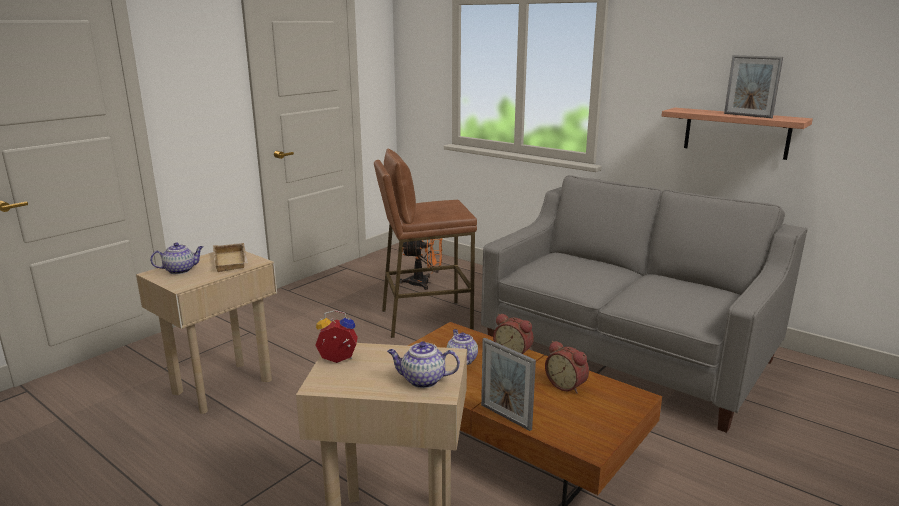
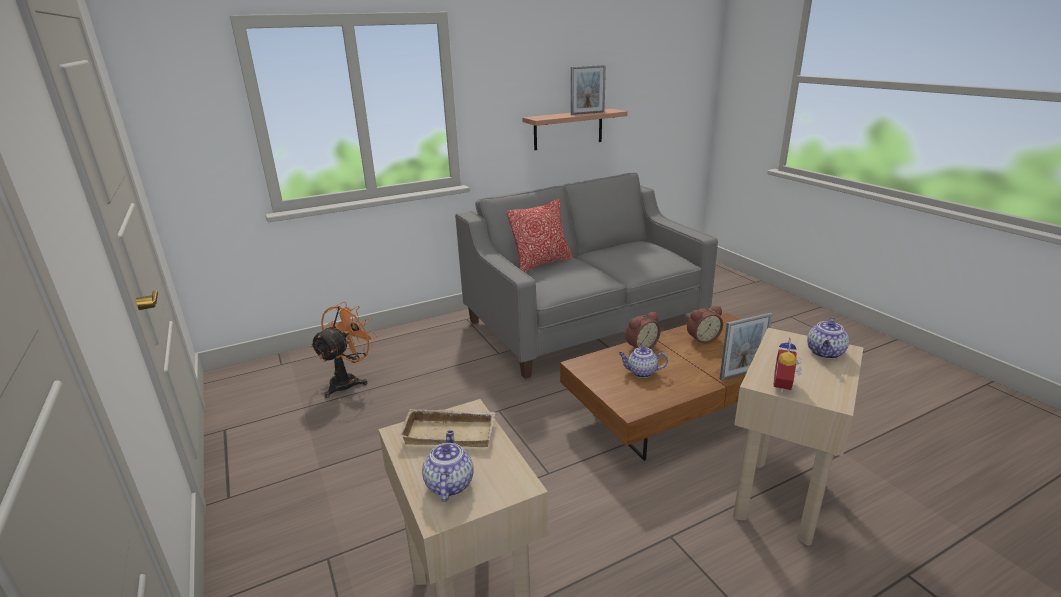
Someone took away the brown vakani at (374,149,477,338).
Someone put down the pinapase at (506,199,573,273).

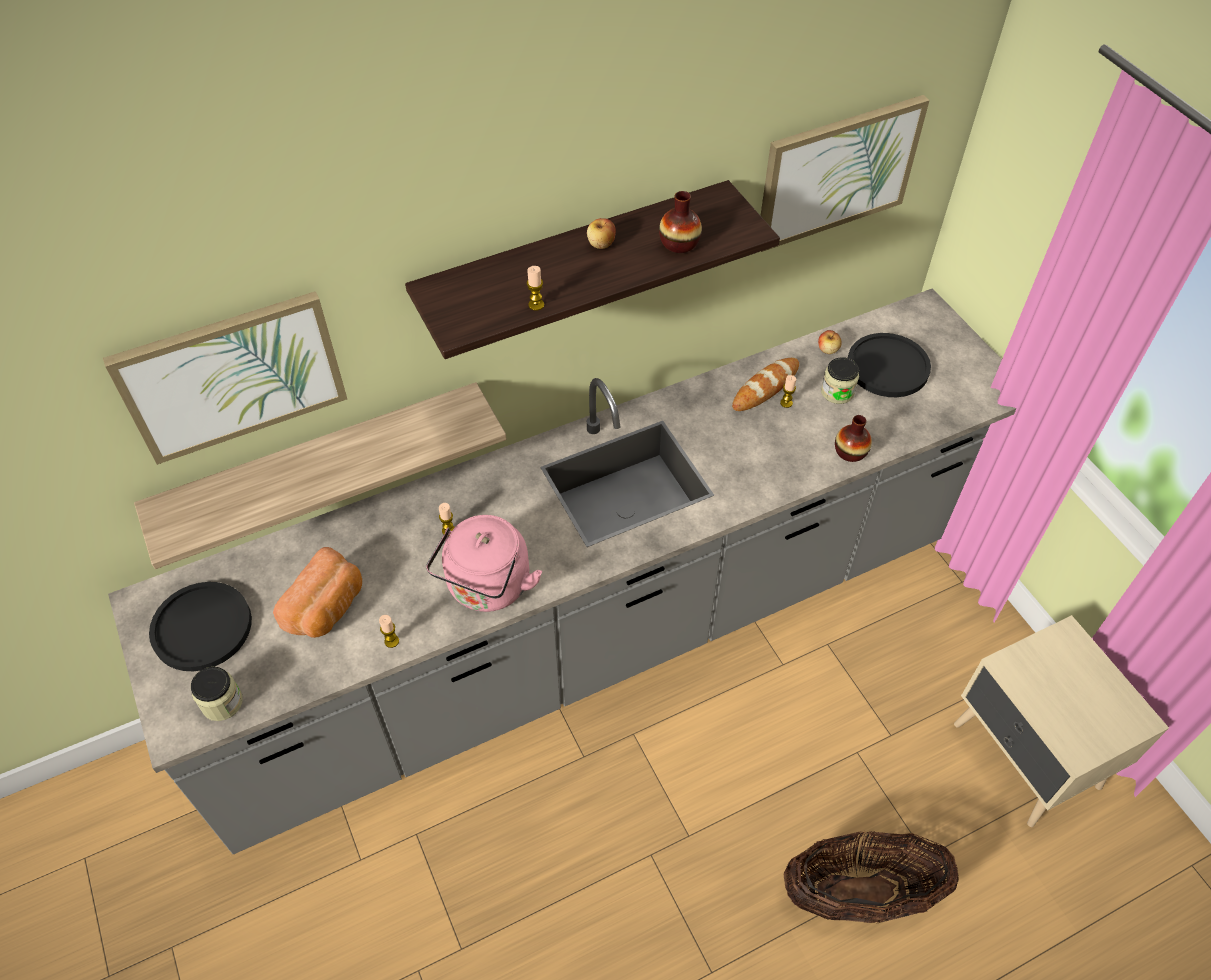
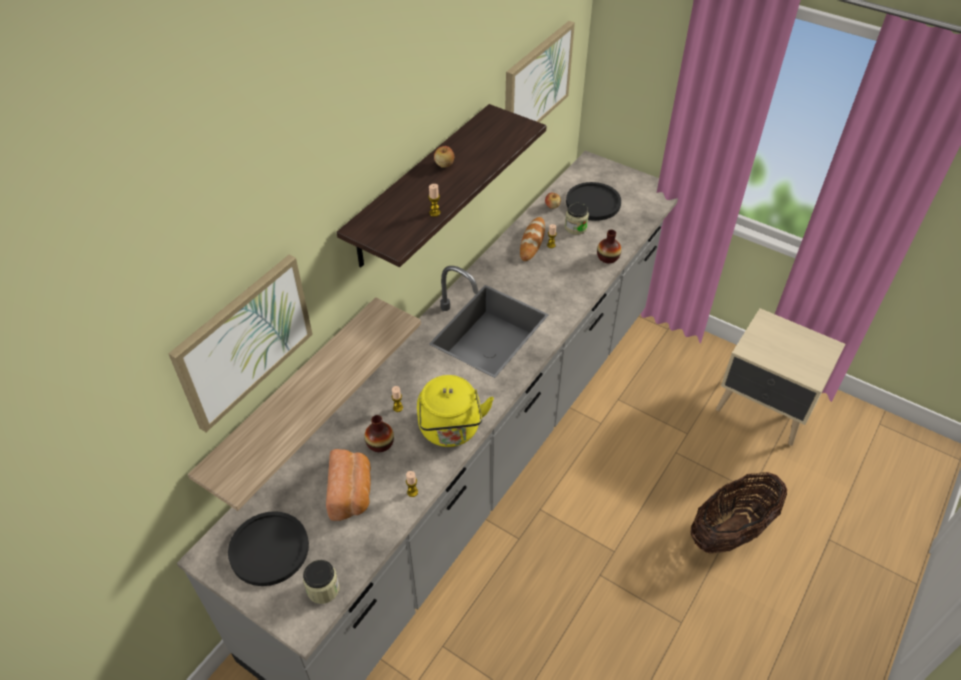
Someone carried the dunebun from (659,191,702,253) to (364,415,394,452).
Someone repainted the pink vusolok at (426,515,542,612), which became the yellow vusolok at (417,375,494,447).

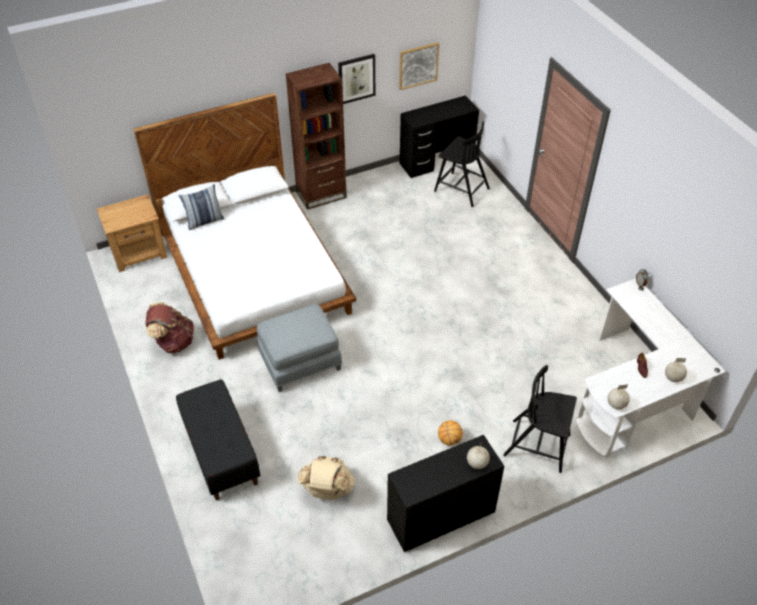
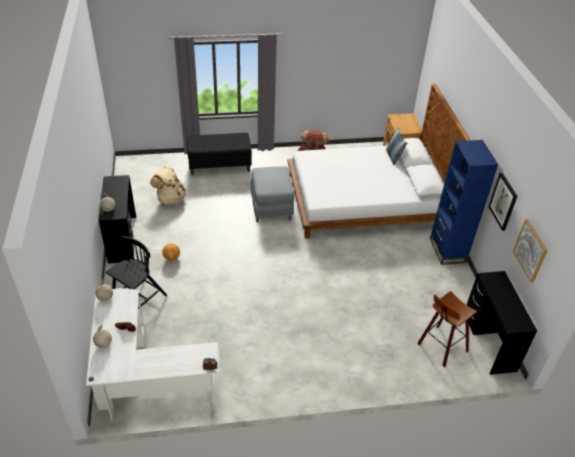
Someone repainted the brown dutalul at (286,63,347,210), which became the blue dutalul at (430,140,499,265).
Someone swapped the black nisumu at (434,121,490,207) for the vakani at (417,291,477,367).

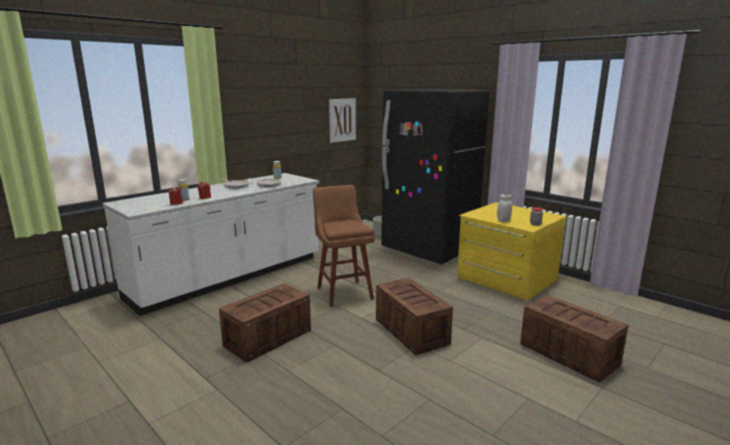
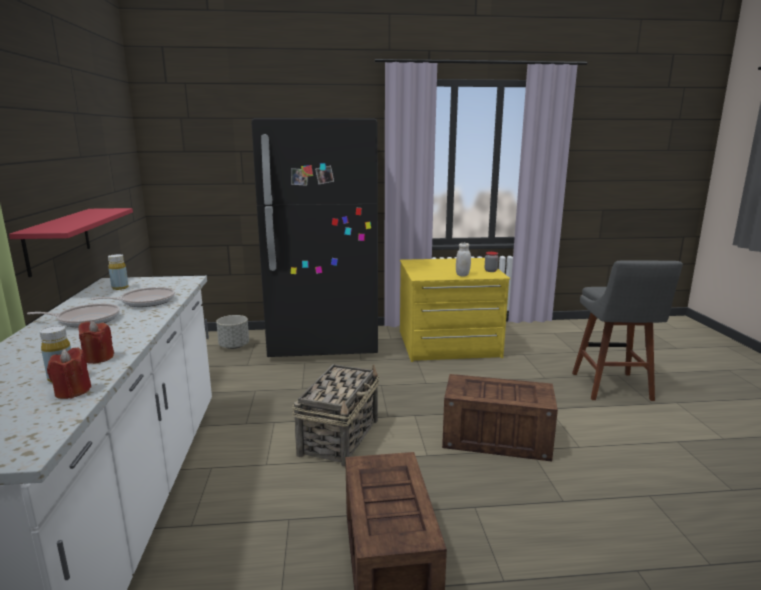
Someone took away the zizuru at (329,98,356,143).
Someone swapped the brown vakani at (313,185,375,307) for the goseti at (292,364,379,467).
Someone swapped the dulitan at (520,295,629,383) for the grey vakani at (572,260,683,401).
Someone put up the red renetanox at (9,208,133,277).

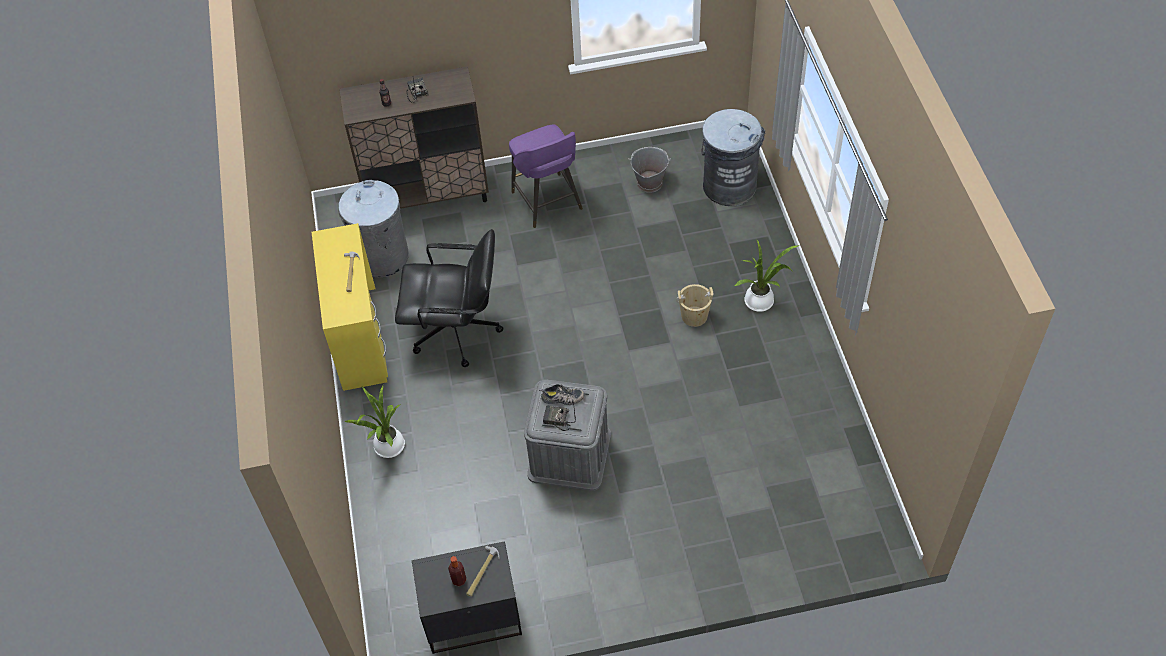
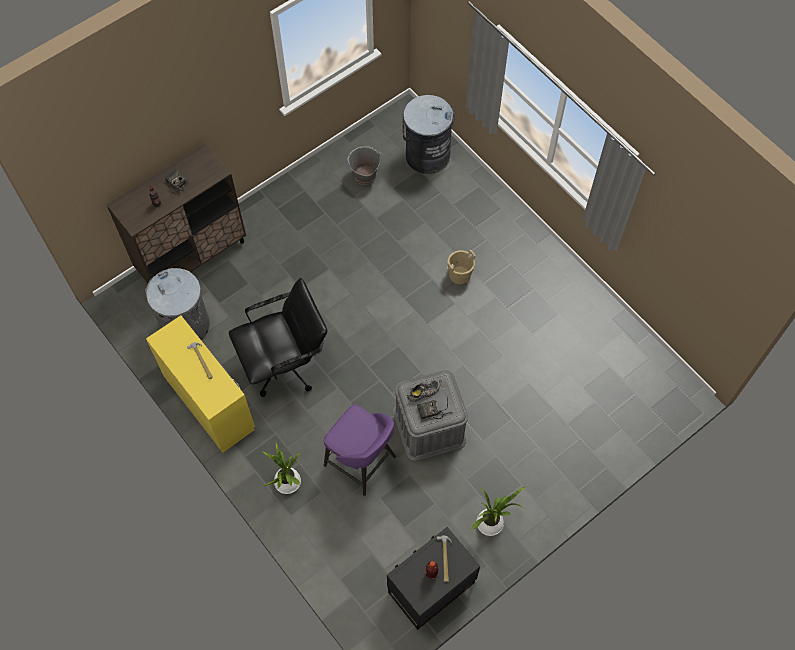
Someone carried the purple vakani from (509,124,583,228) to (324,404,396,496).
Someone carried the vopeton from (734,239,800,312) to (472,486,527,536).

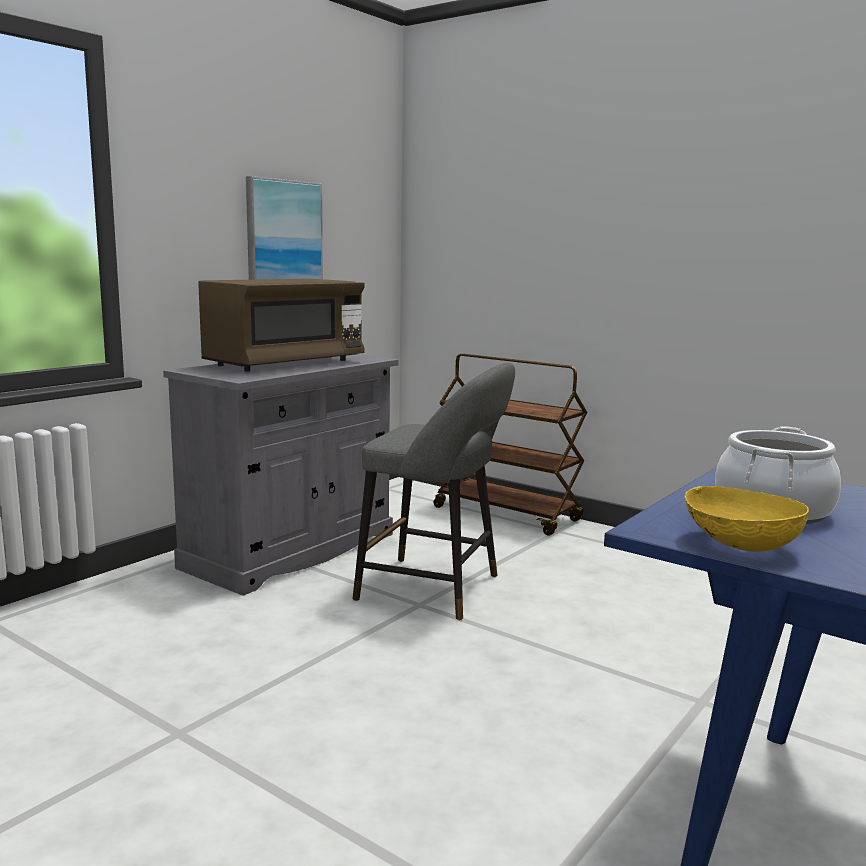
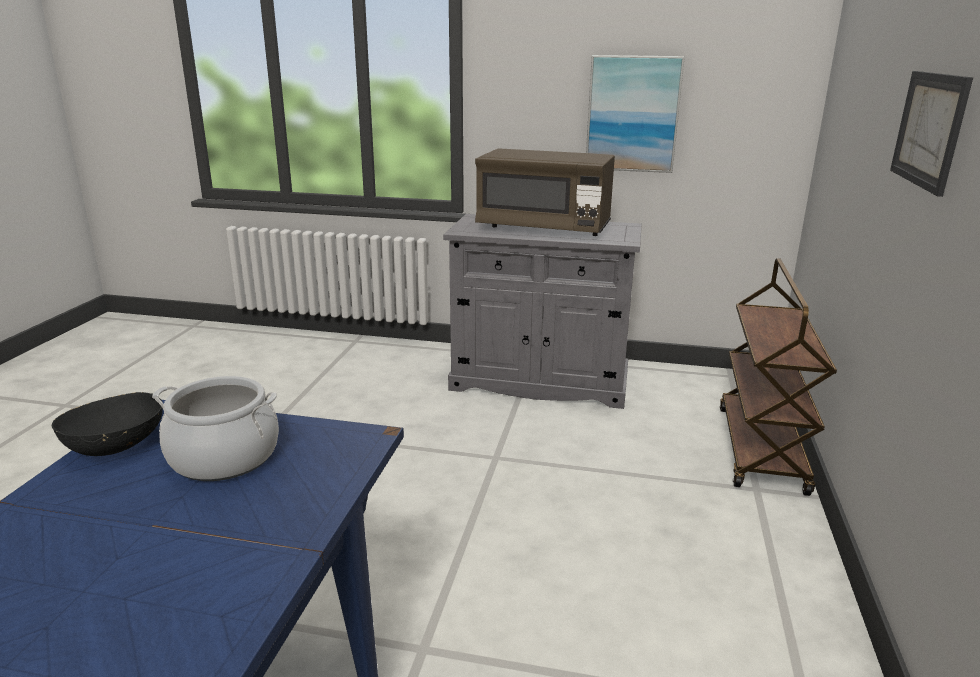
Someone took away the grey vakani at (353,363,515,620).
Someone repainted the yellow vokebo at (685,486,809,552), which became the black vokebo at (51,392,163,456).
Someone put up the zizuru at (890,71,973,197).

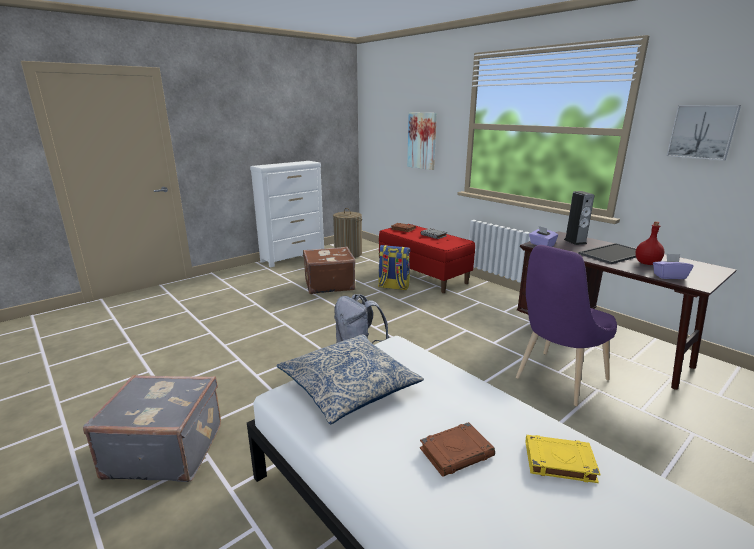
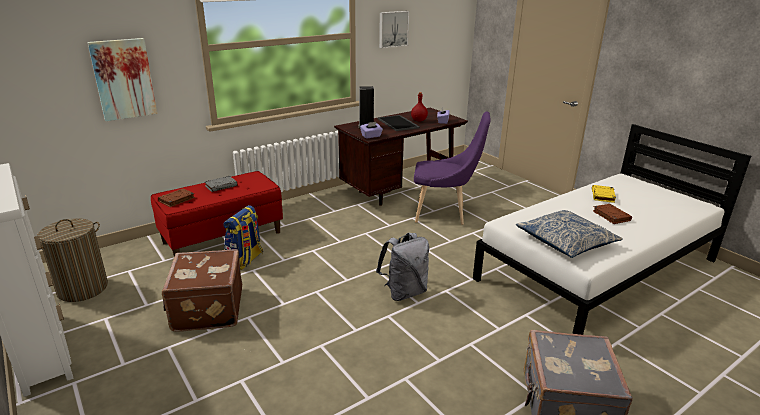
Someone rotated the purple nisumu at (516,245,617,406) by 45 degrees counterclockwise.

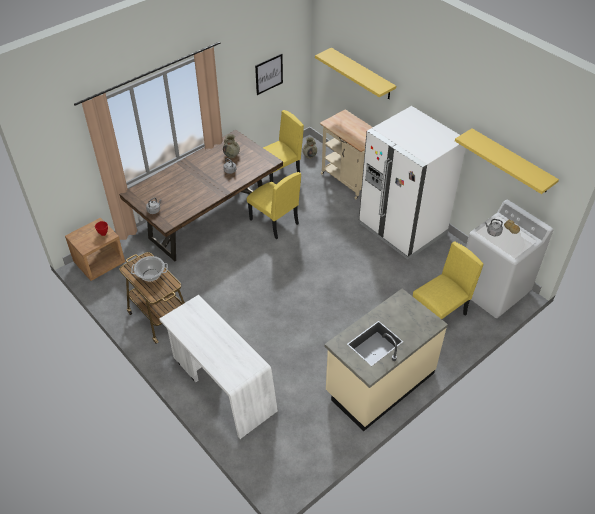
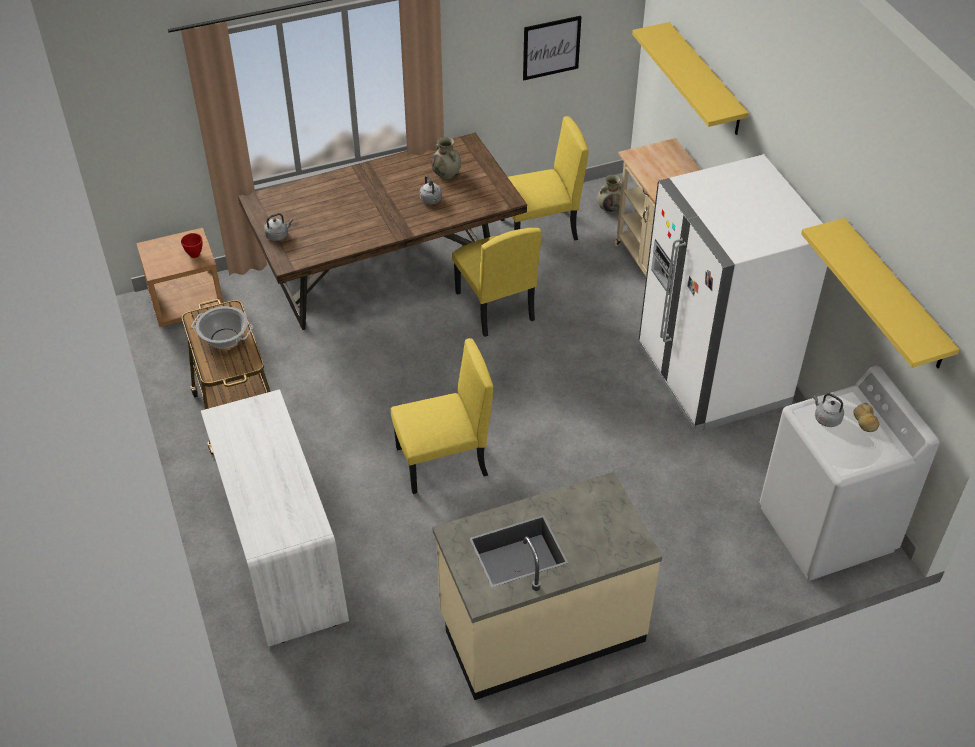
Someone carried the yellow nisumu from (413,242,483,319) to (391,338,493,494).

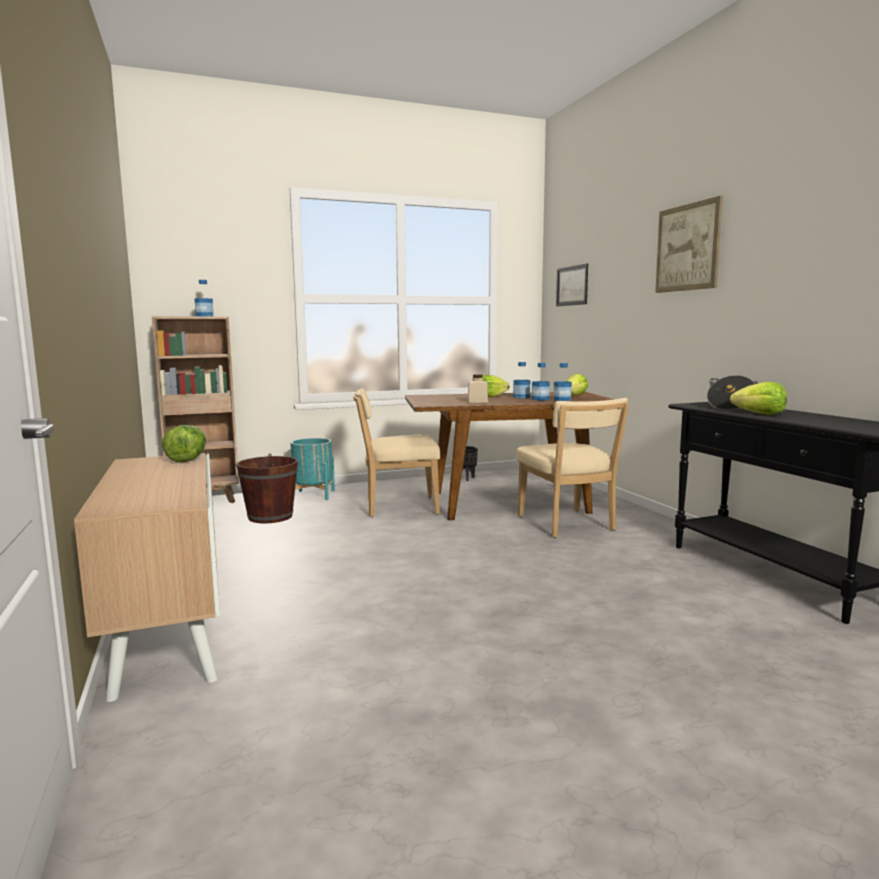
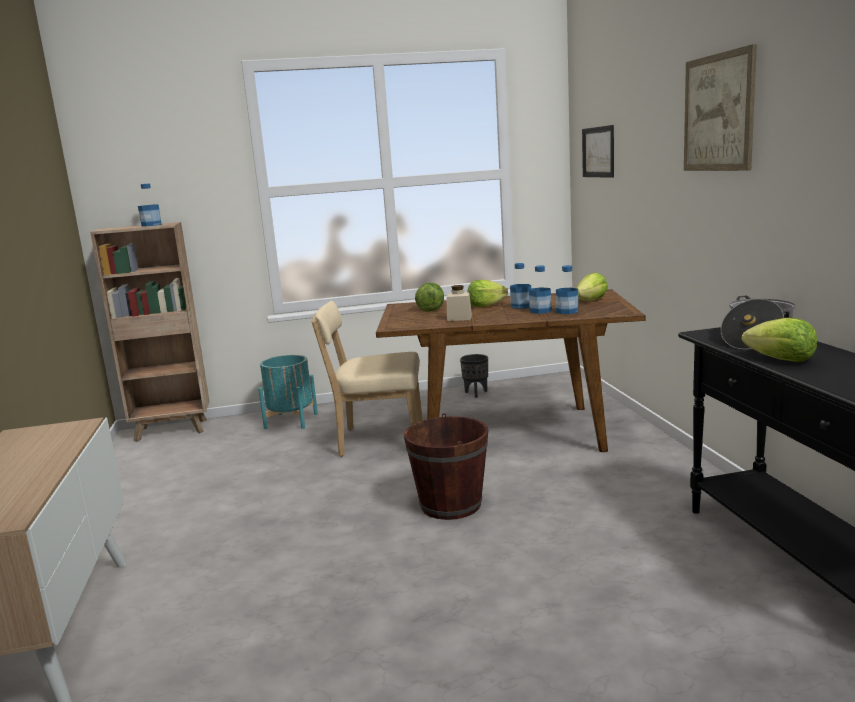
Someone took away the beige nisumu at (516,398,629,538).
Someone carried the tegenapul from (162,425,206,462) to (415,283,444,312).
Someone carried the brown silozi from (236,454,298,524) to (404,413,488,520).

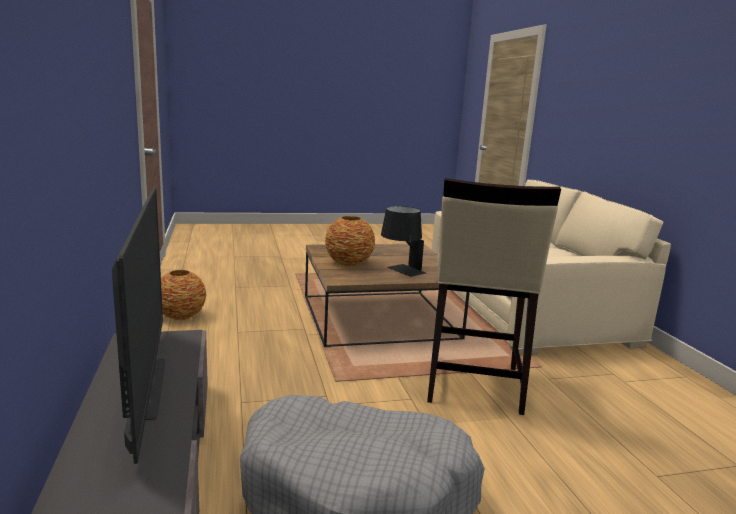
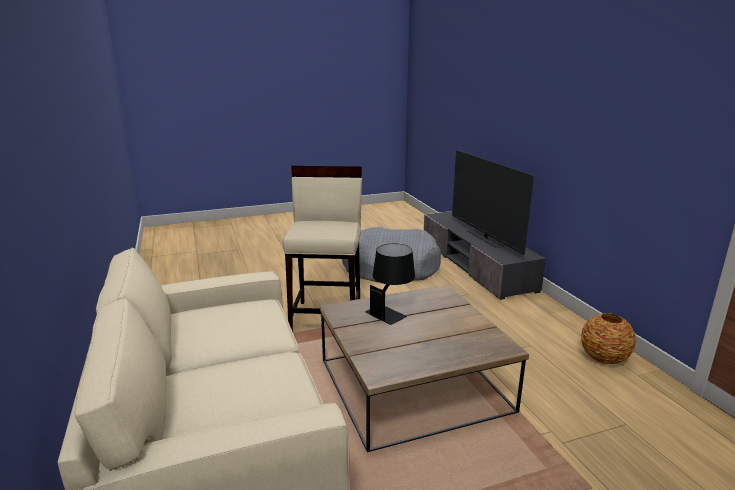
Someone took away the dunebun at (325,216,375,266).

